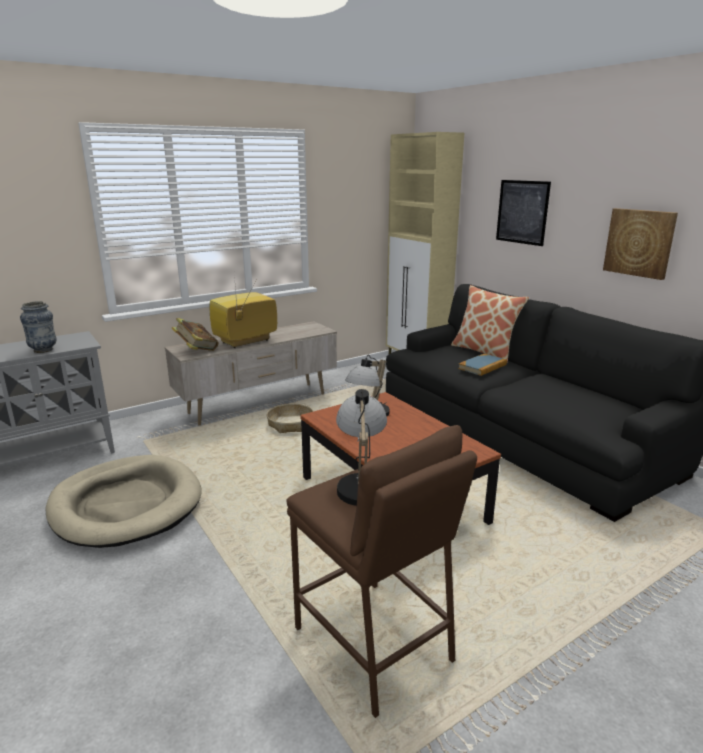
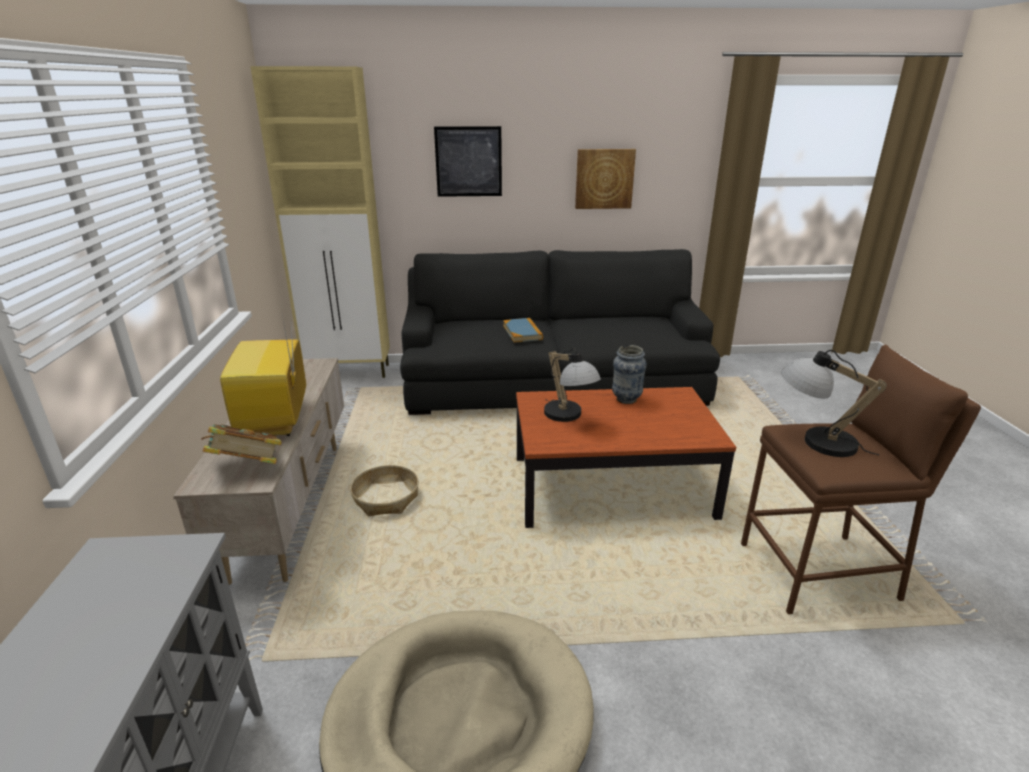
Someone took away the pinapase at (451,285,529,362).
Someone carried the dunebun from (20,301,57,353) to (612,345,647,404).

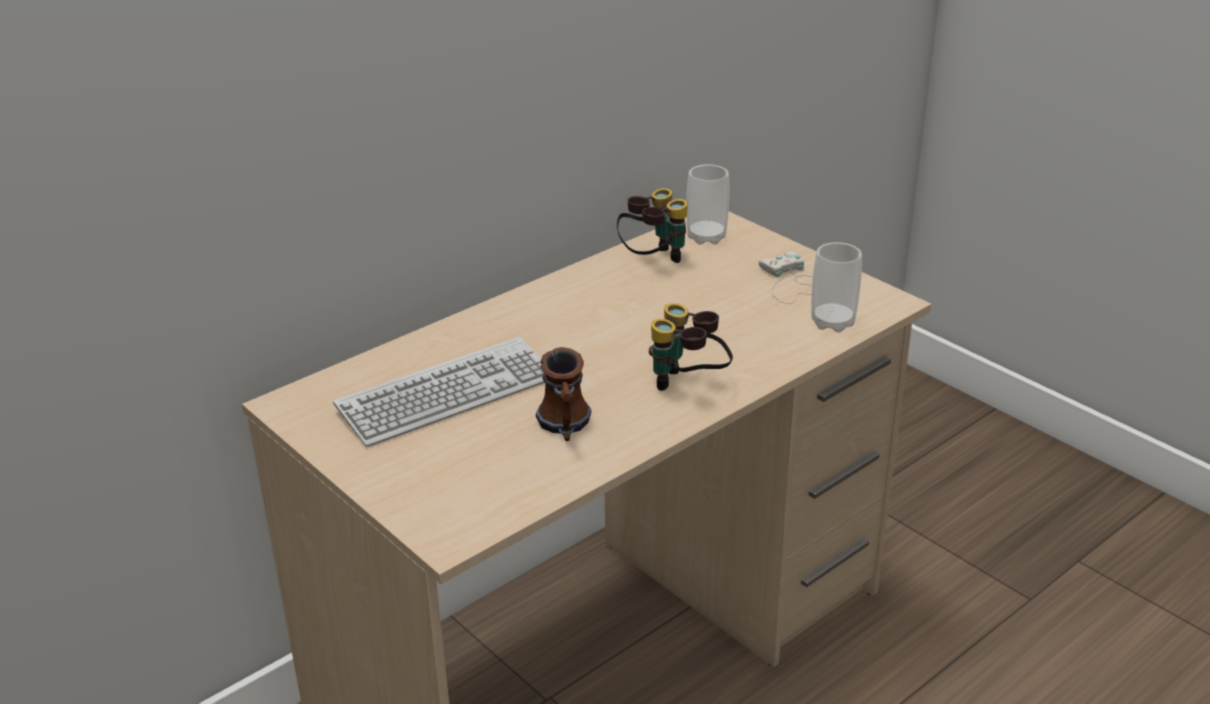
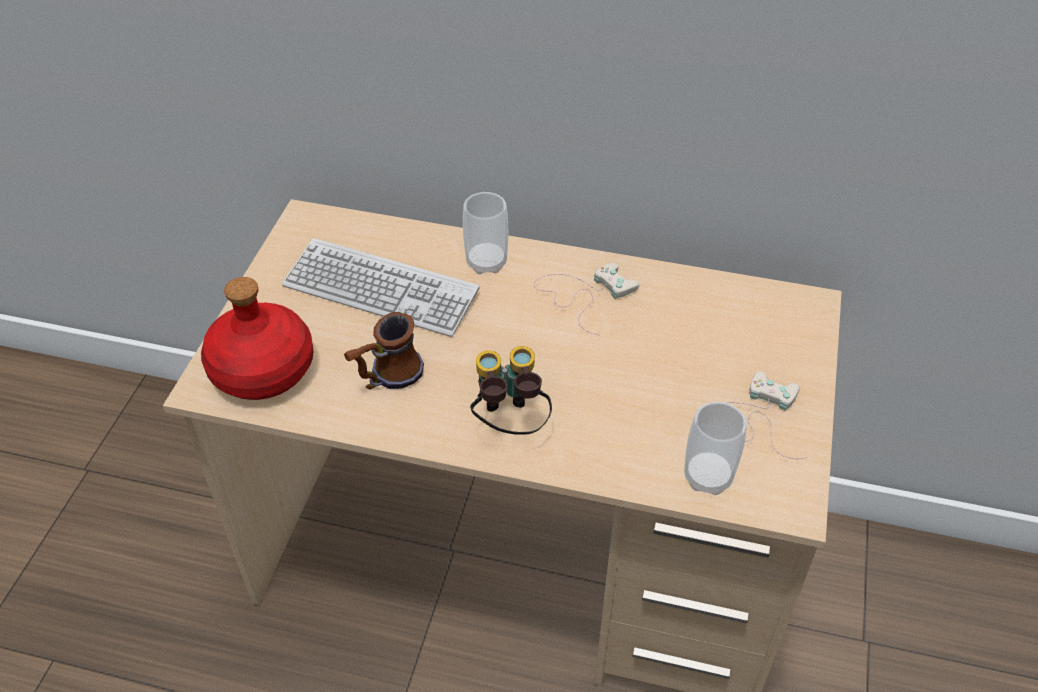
Someone carried the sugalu from (686,164,729,245) to (463,192,508,274).
Someone took away the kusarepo at (617,188,688,263).
Someone put down the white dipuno at (533,263,639,335).
Someone put down the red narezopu at (201,277,314,400).

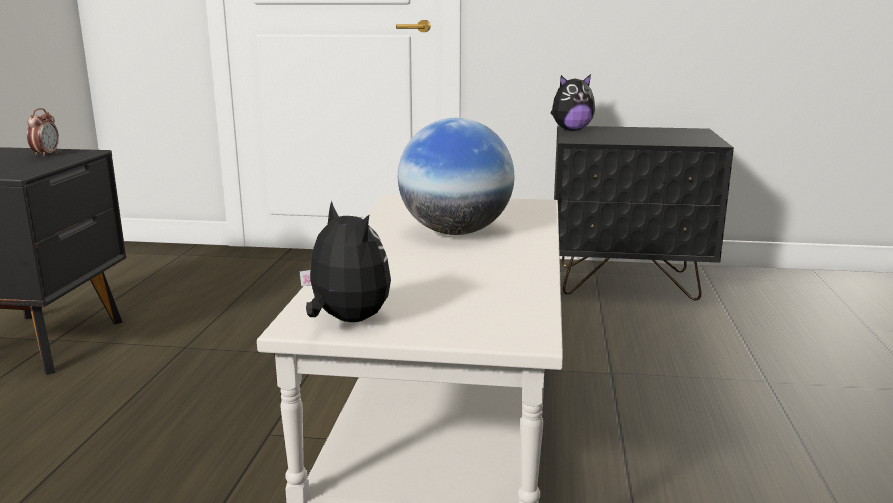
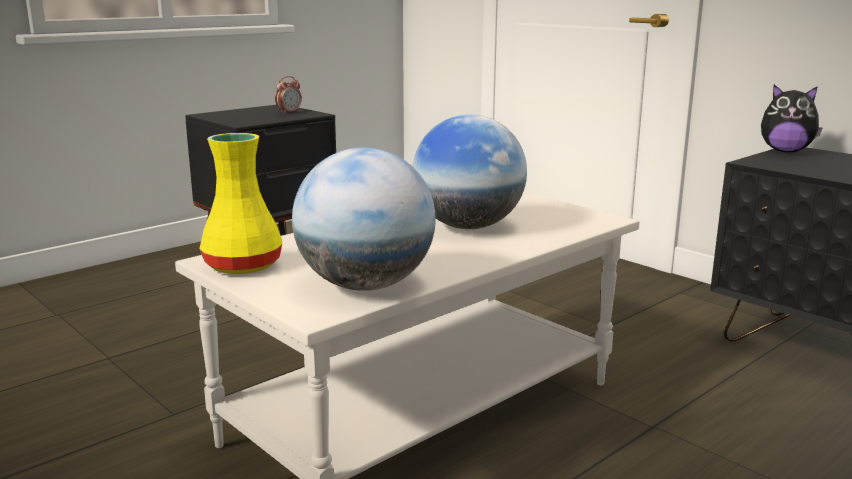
Someone swapped the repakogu at (299,201,391,322) for the yellow dunebun at (199,133,282,274).
Someone put down the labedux at (292,147,436,291).

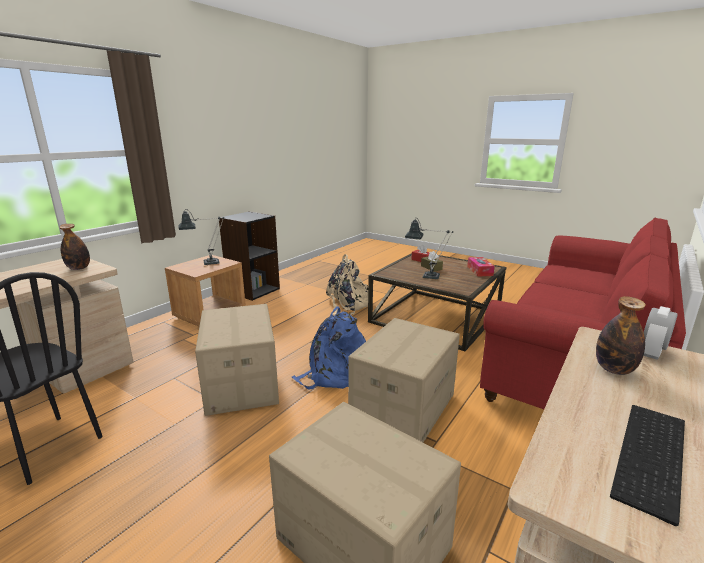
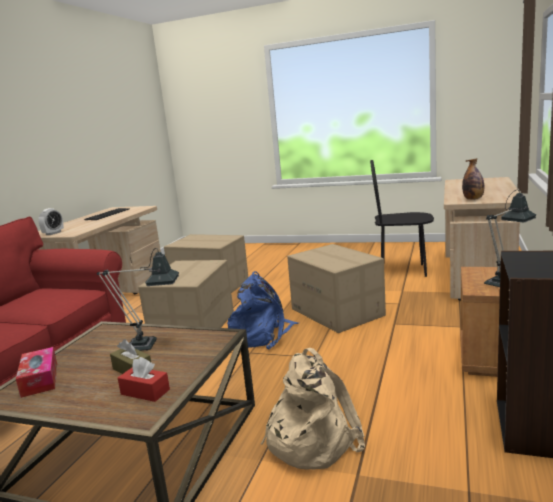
Someone took away the narezopu at (596,296,646,375).

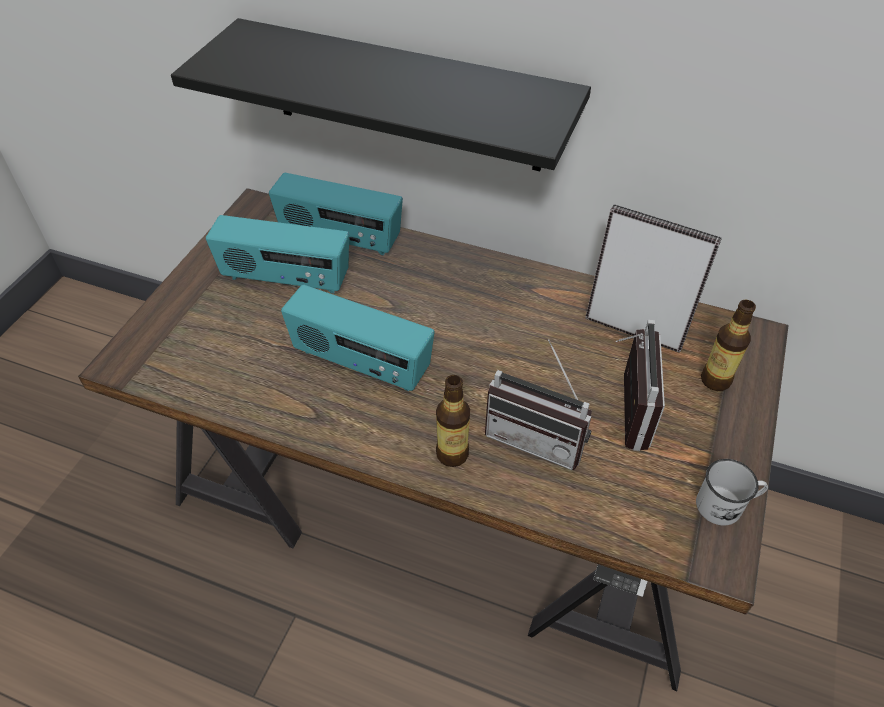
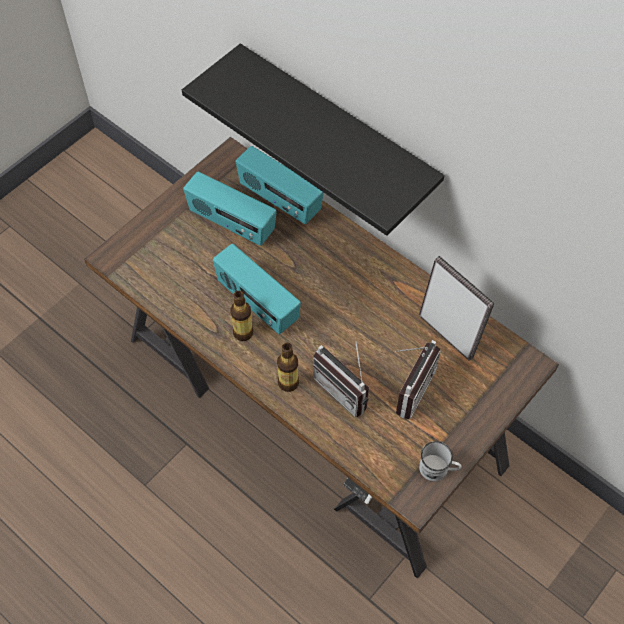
Someone carried the narezopu from (701,300,756,391) to (230,291,254,341).

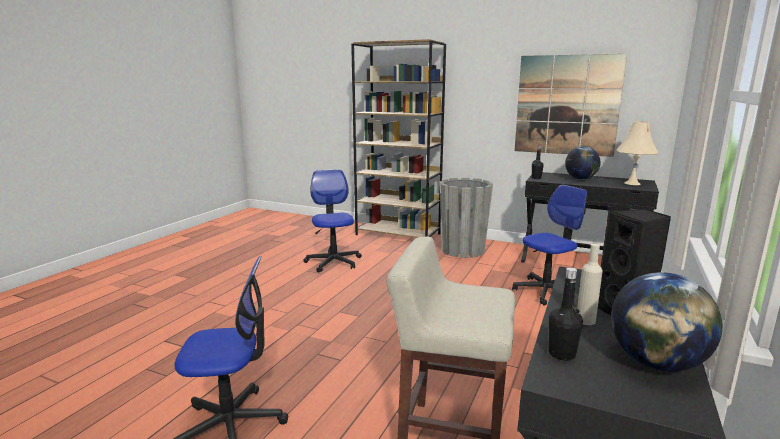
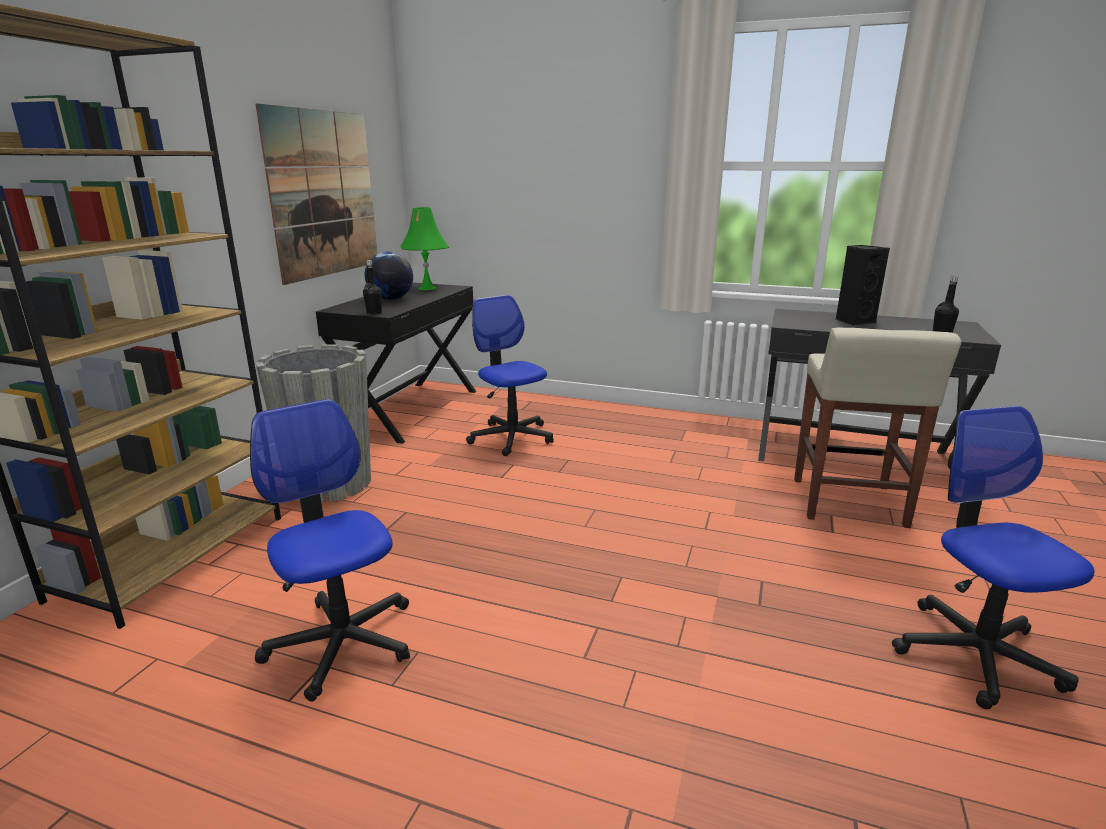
Someone repainted the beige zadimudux at (616,121,659,185), which became the green zadimudux at (400,207,449,290).
Someone rotated the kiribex at (303,169,362,273) by 75 degrees clockwise.
Someone took away the beige narezopu at (577,244,603,325).
Someone took away the labedux at (611,272,722,371).

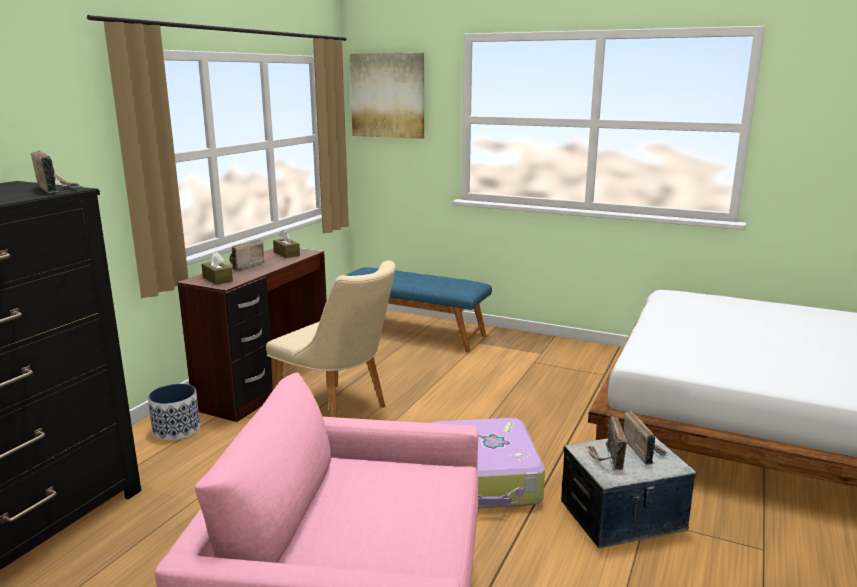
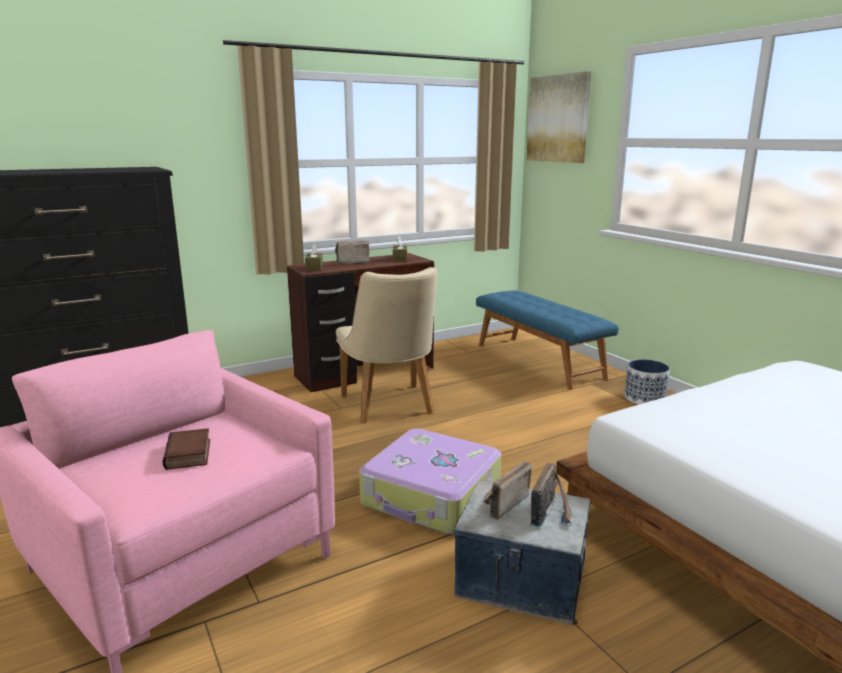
Someone took away the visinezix at (31,151,83,193).
Someone carried the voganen from (148,384,200,441) to (625,359,670,405).
Someone put down the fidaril at (162,428,210,470).

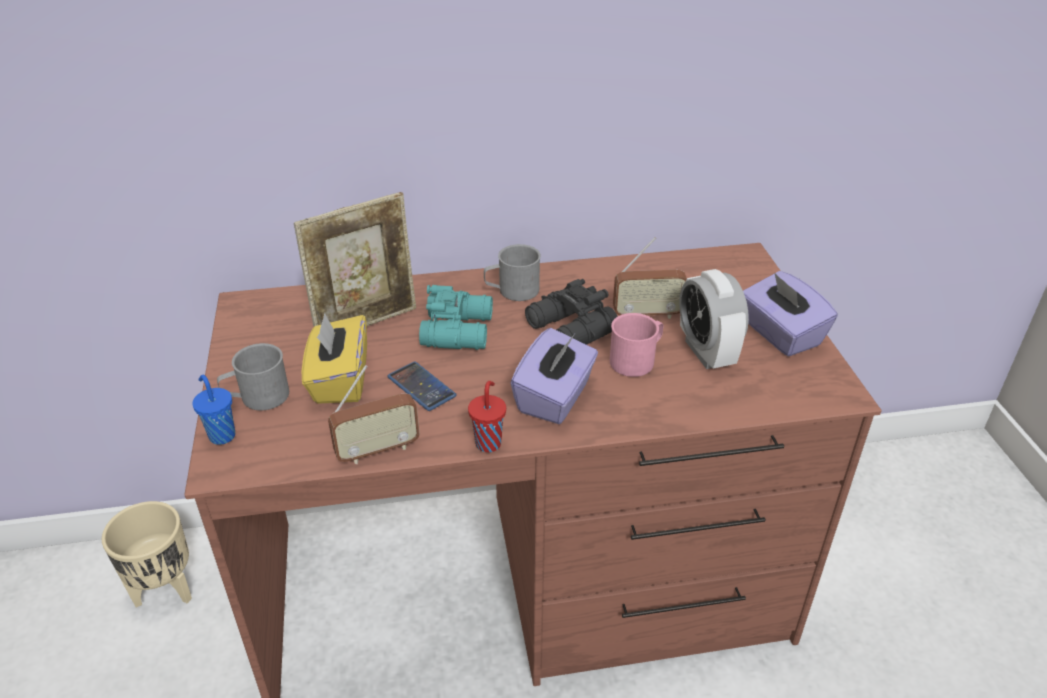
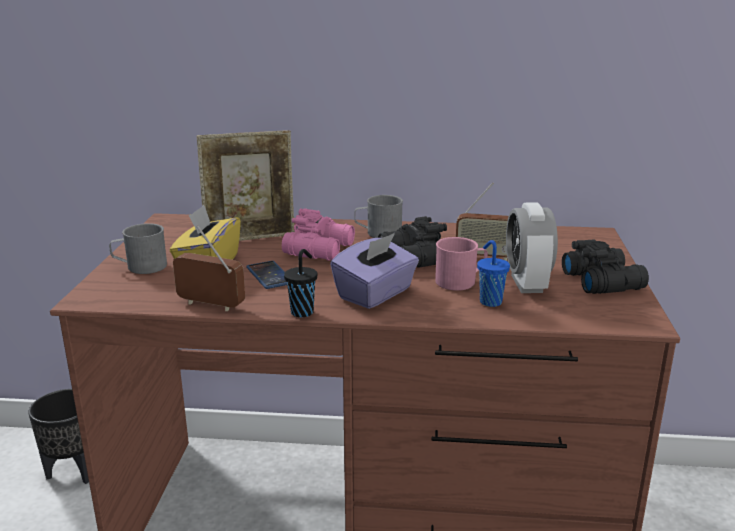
Someone swapped the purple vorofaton at (743,271,838,356) for the black kusarepo at (562,239,649,294).
Someone repainted the turquoise kusarepo at (419,285,493,350), which became the pink kusarepo at (282,208,355,261).
Someone rotated the visinezix at (328,365,420,464) by 150 degrees counterclockwise.
Someone carried the blue sugalu from (192,375,235,445) to (477,240,510,307).
Someone repainted the red sugalu at (468,381,506,452), which became the black sugalu at (284,249,317,317).
Someone repainted the beige voganen at (102,501,192,608), which became the black voganen at (28,389,89,484).

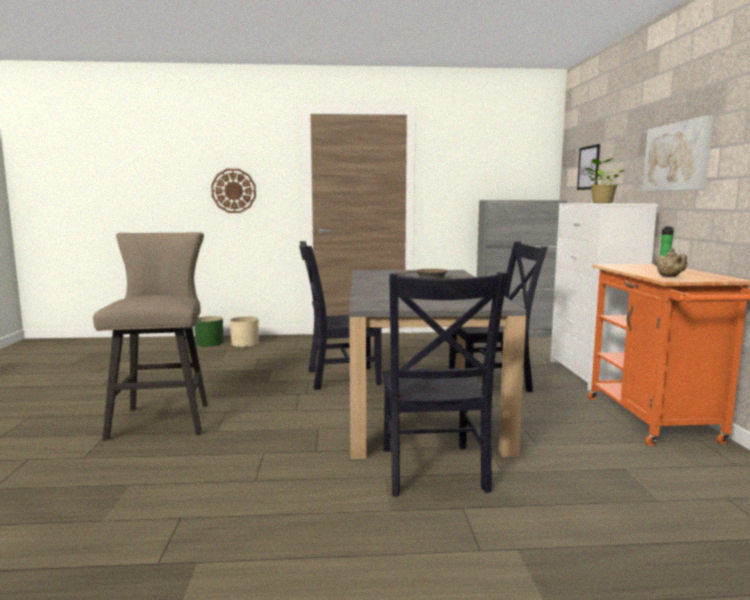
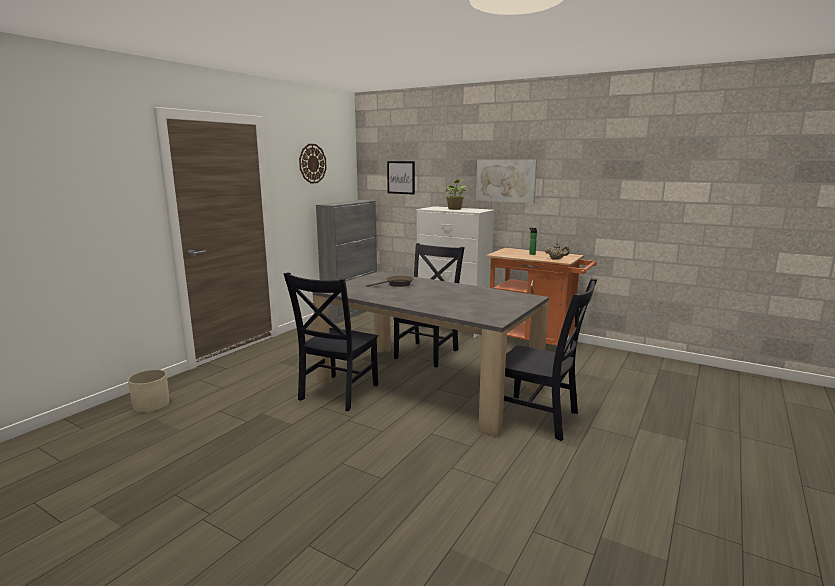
Someone carried the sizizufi from (211,169,256,213) to (299,144,327,184).
Someone took away the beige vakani at (93,232,208,440).
Someone took away the green voganen at (194,316,223,346).

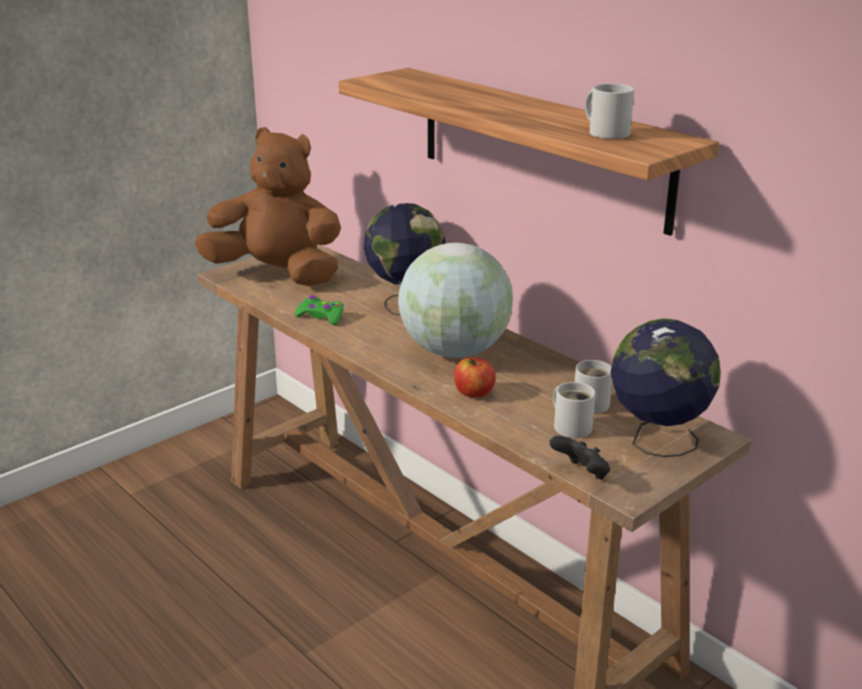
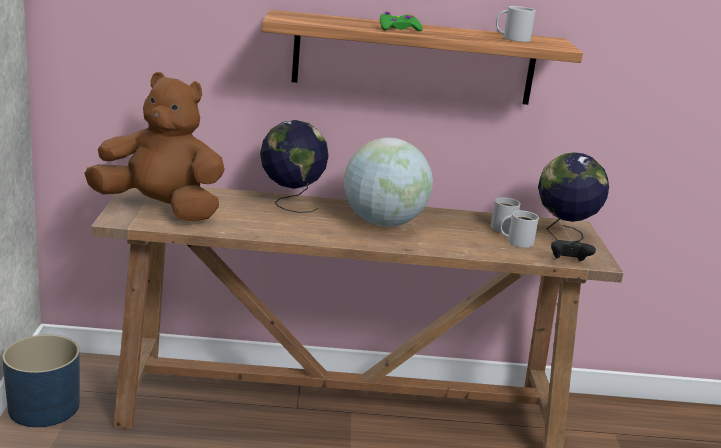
Someone rotated the brown repakogu at (195,127,341,286) by 45 degrees clockwise.
Someone carried the green dipuno from (295,295,344,325) to (380,12,423,32).
Someone took away the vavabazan at (454,357,496,398).
Someone put down the blue voganen at (2,335,80,427).

